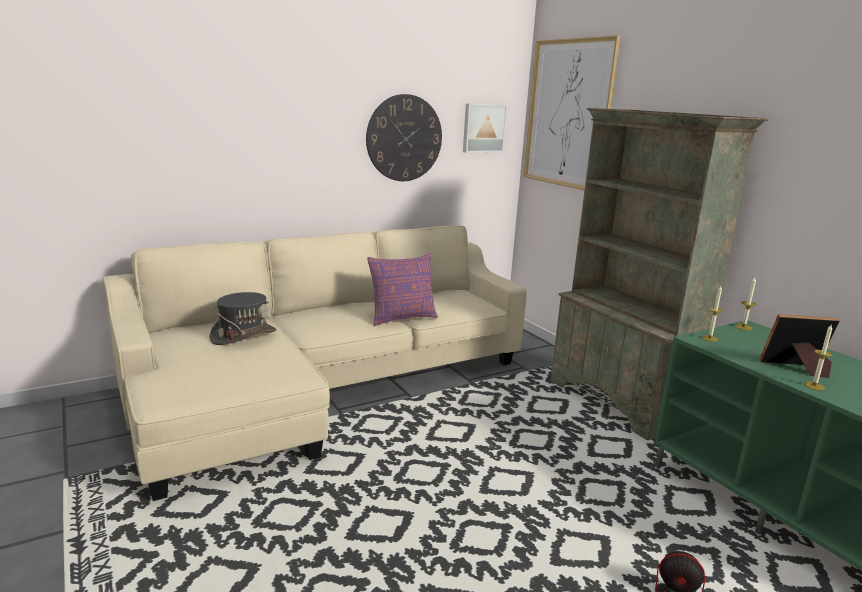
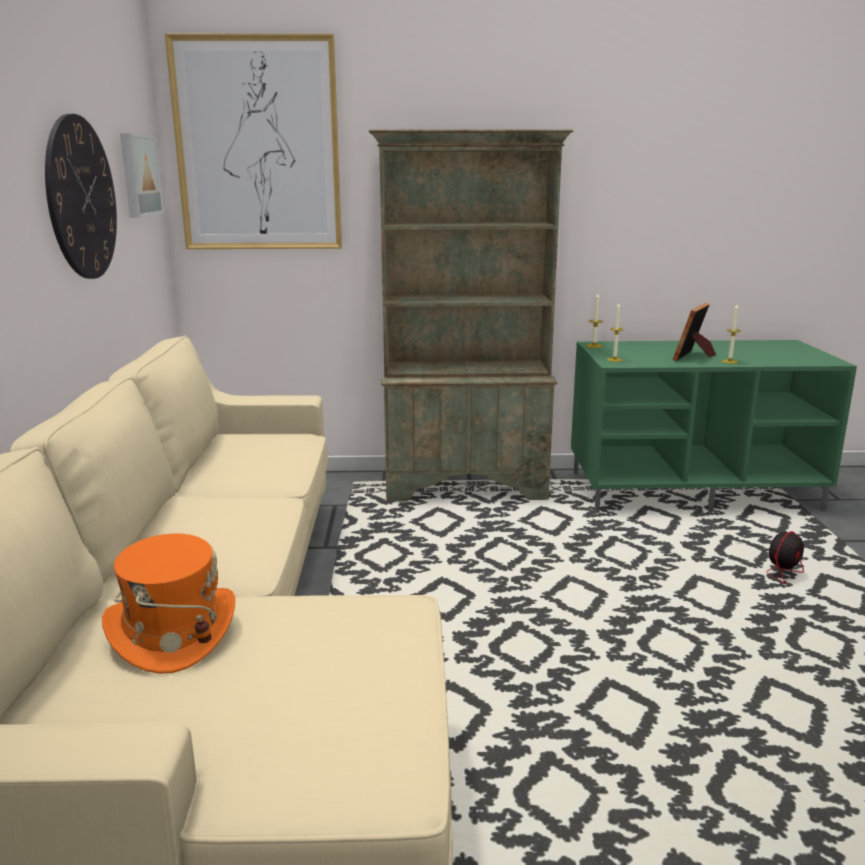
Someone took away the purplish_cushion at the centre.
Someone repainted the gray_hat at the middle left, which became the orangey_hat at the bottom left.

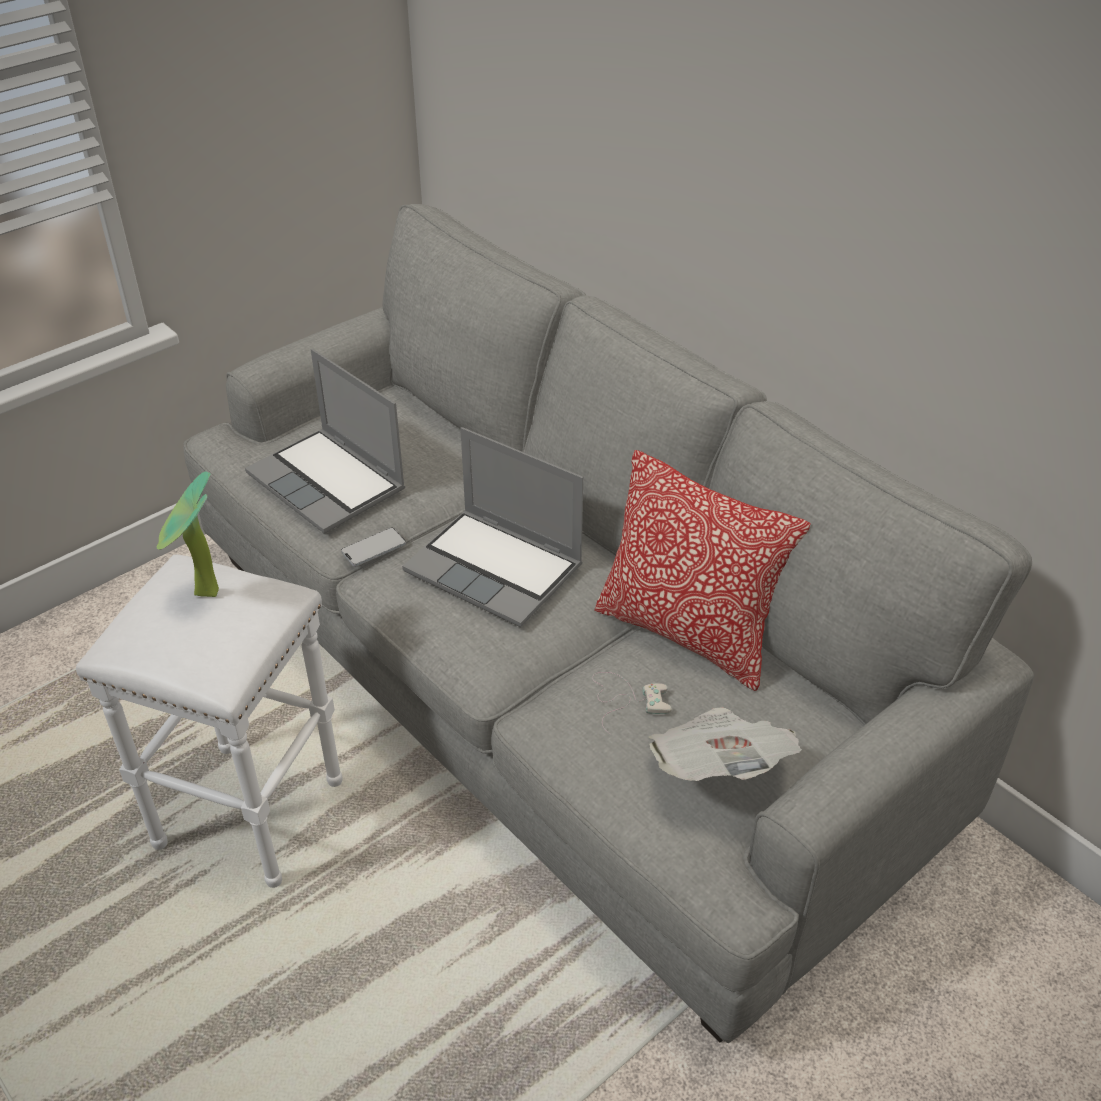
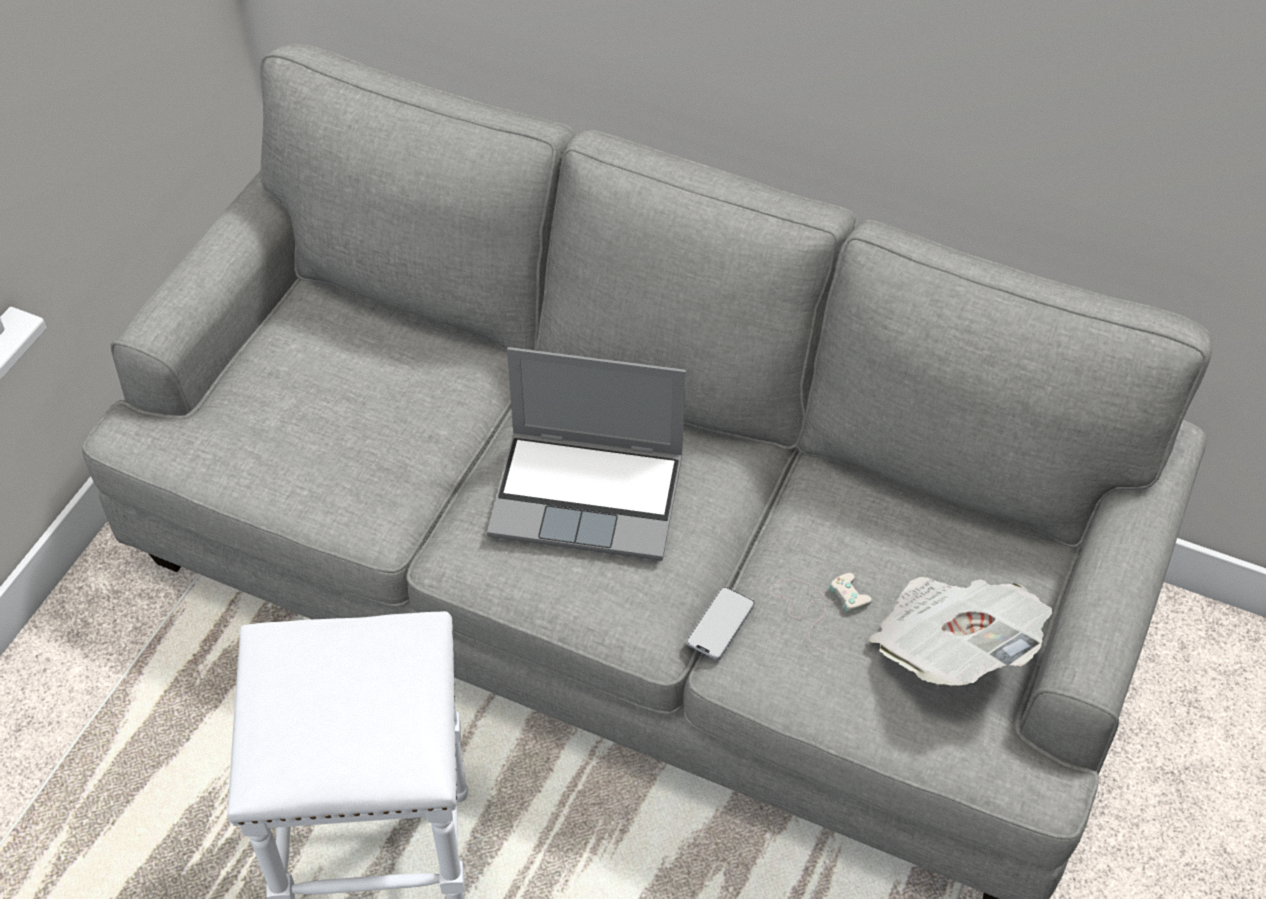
Someone took away the laptop (no. 1 from left) at the middle left.
Someone took away the cushion at the centre.
Someone took away the potted_plant at the middle left.
Someone carried the handset from the centre to the bottom centre.

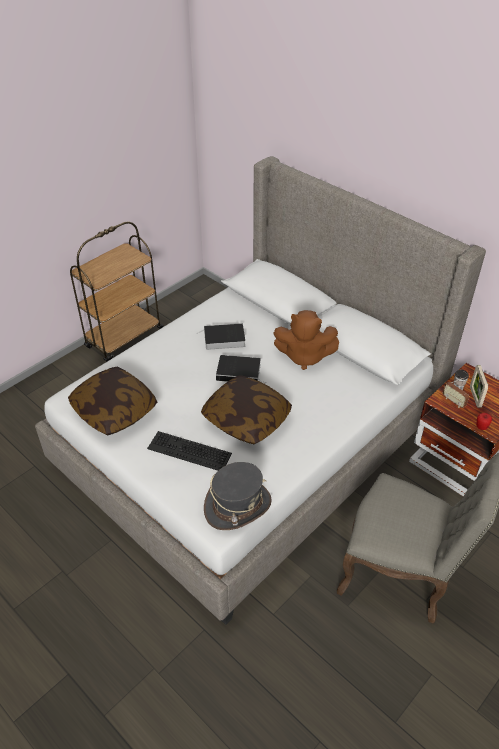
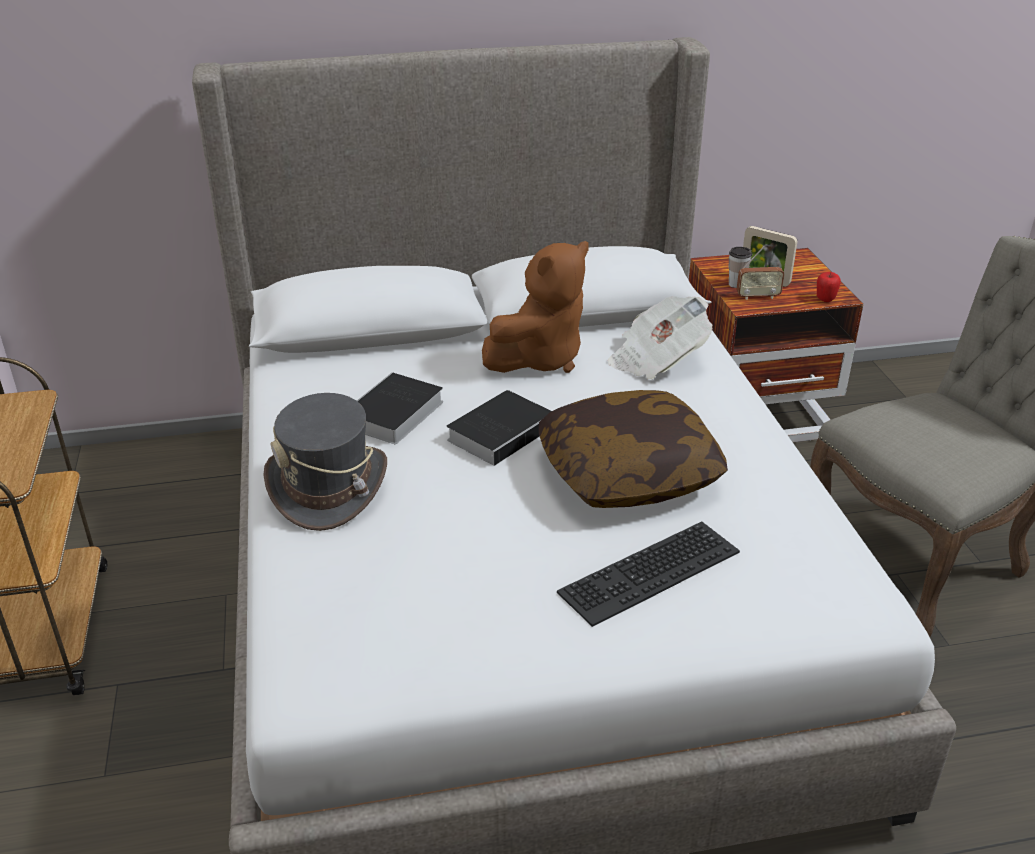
Someone took away the cushion (no. 1 from left) at the middle left.
Someone carried the gray_hat from the centre to the middle left.
Someone put down the printed_paper at the centre.

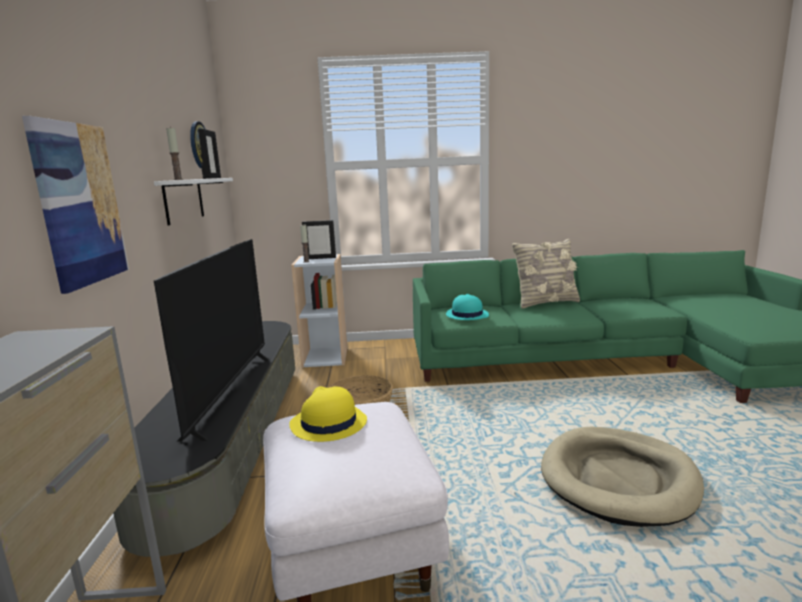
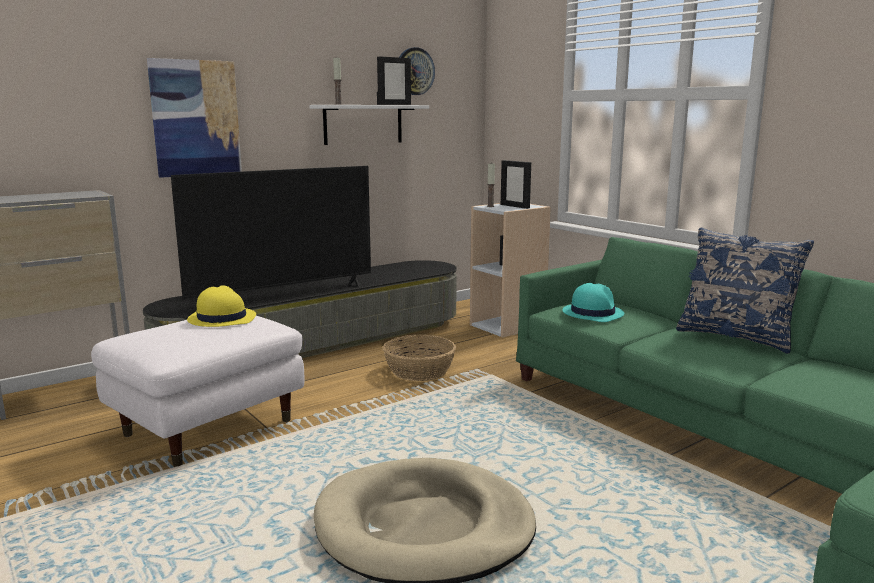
Someone repainted the beige_cushion at the middle right, which became the blue-coloured_cushion at the middle right.

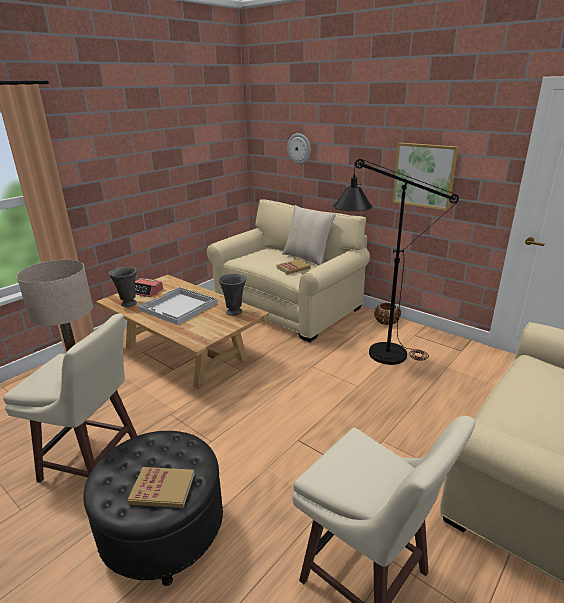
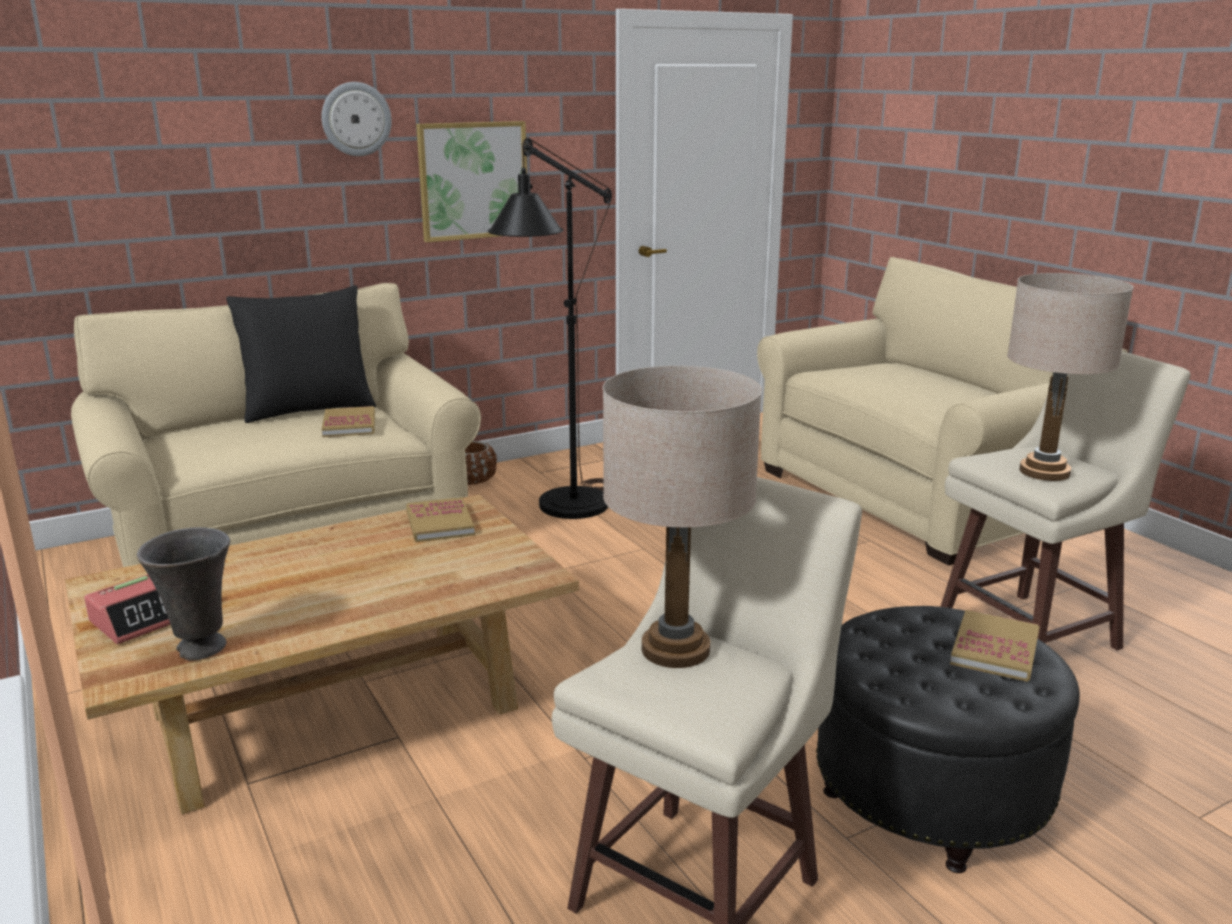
Someone carried the clock_on_the_wall from the top centre to the top left.
Someone repainted the beige_cushion at the centre, which became the black-coloured_cushion at the middle left.
Someone swapped the gray_vase (no. 2 from left) at the centre for the book (no. 2 from left) at the centre.
Someone took away the white-coloured_carrying_tray at the middle left.
Someone put down the beige_lamp_for_a_table (no. 2 from left) at the middle right.

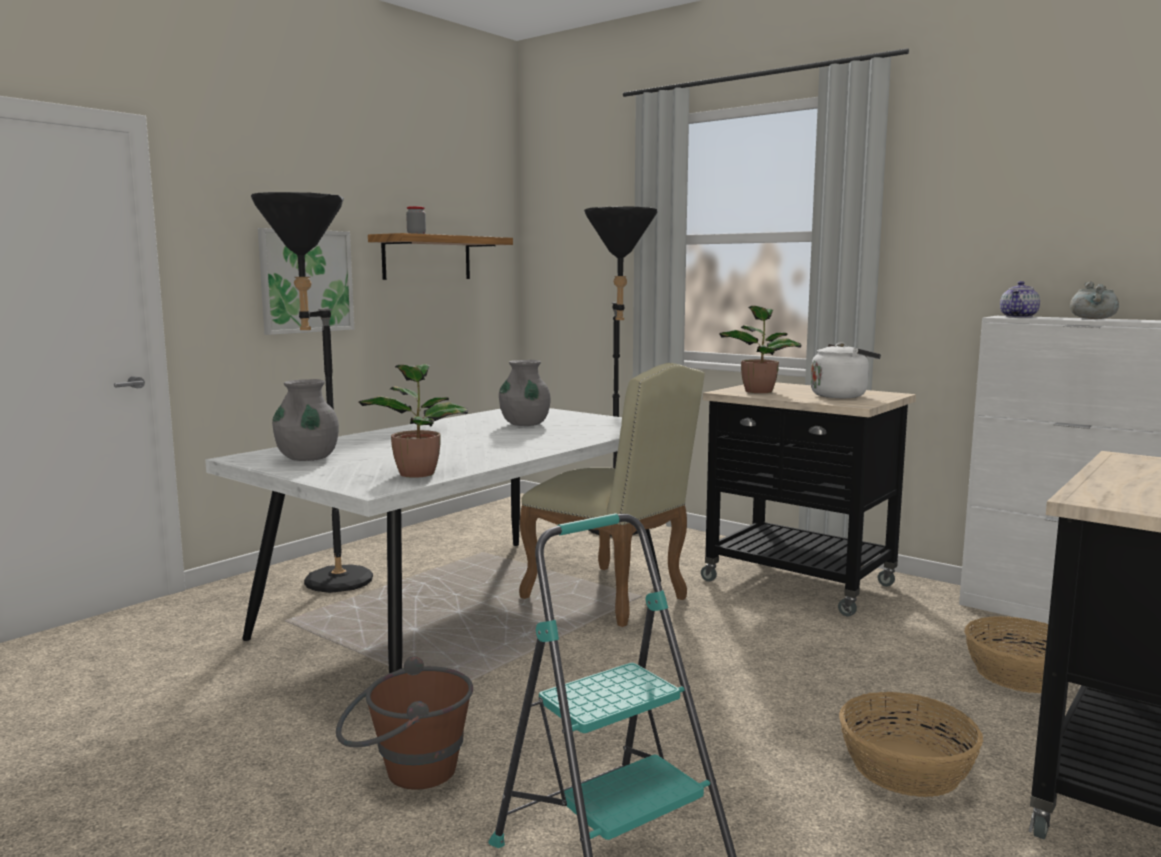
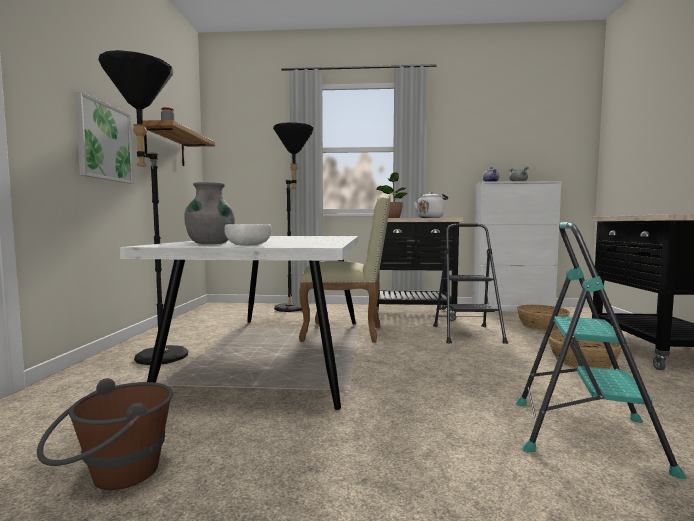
Someone took away the gray_vase (no. 2 from left) at the centre.
Someone took away the potted_plant (no. 1 from left) at the centre.
Someone carried the brown_water_bucket from the bottom centre to the bottom left.
Someone put down the black-coloured_stepladder at the middle right.
Someone put down the white-coloured_serving_bowl at the centre.

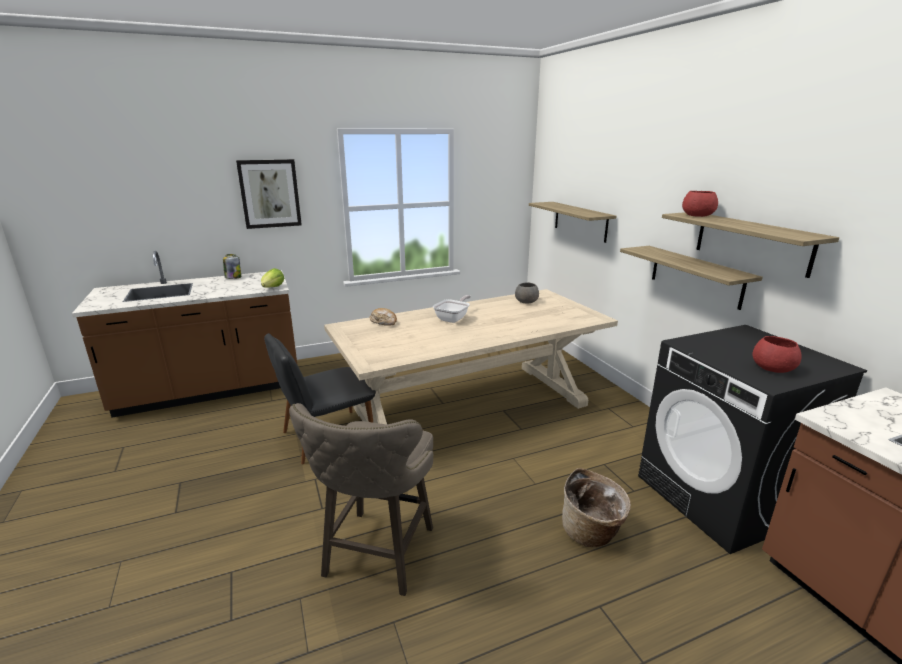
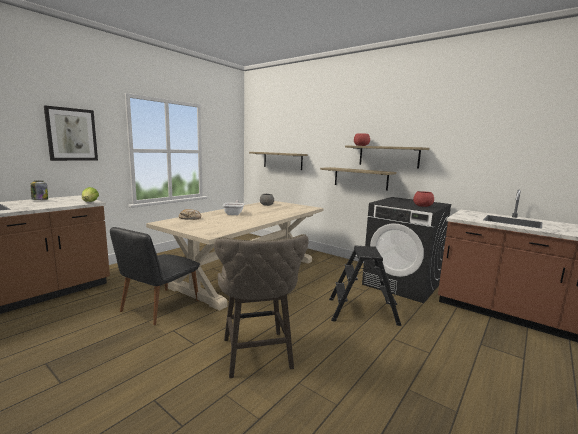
Someone swapped the storage_basket at the bottom centre for the black-coloured_stepladder at the centre.

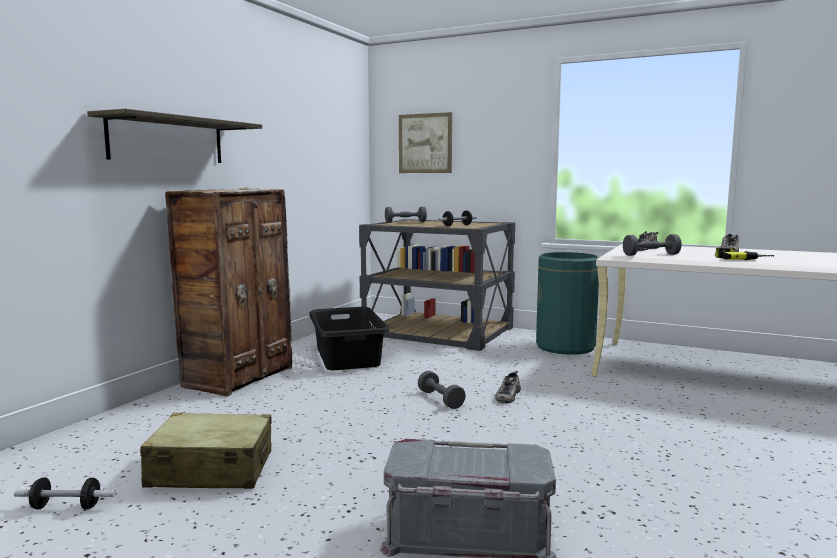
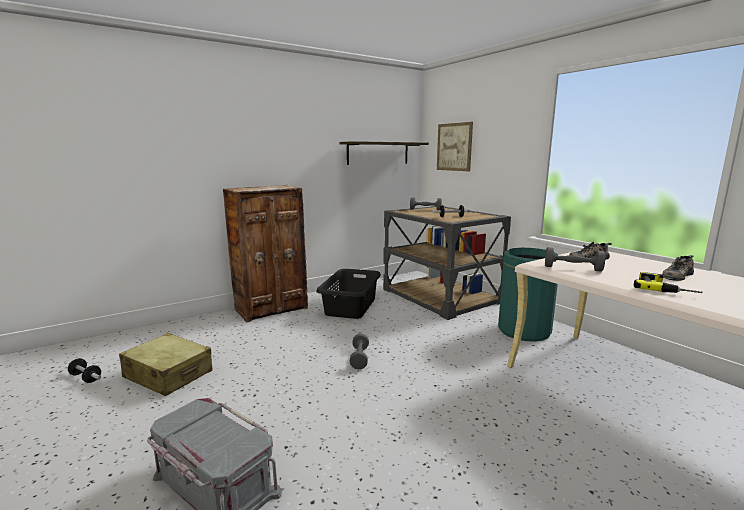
Someone carried the shelf from the top left to the top centre.
Someone took away the shoe (no. 1 from left) at the bottom centre.

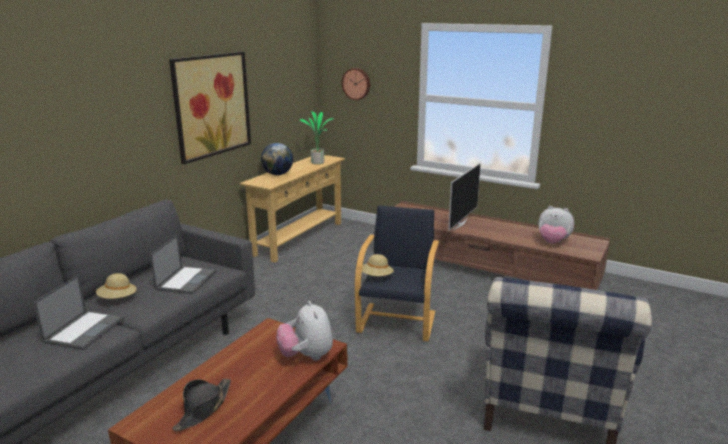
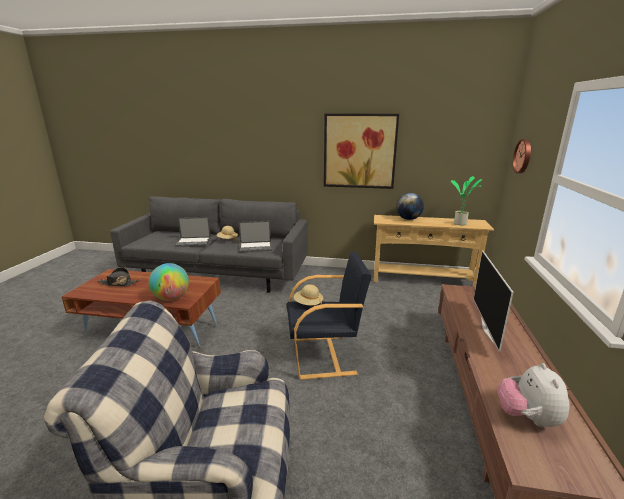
Someone rotated the TV_set at the centre by 90 degrees clockwise.
Someone swapped the plush_toy (no. 1 from left) at the bottom centre for the globe (no. 1 from left) at the middle left.

